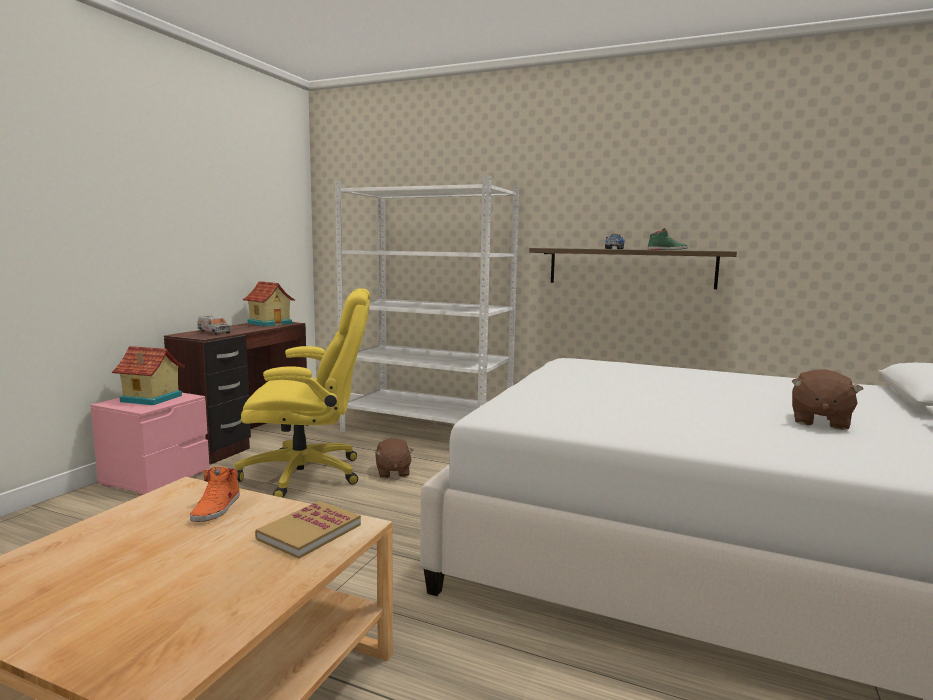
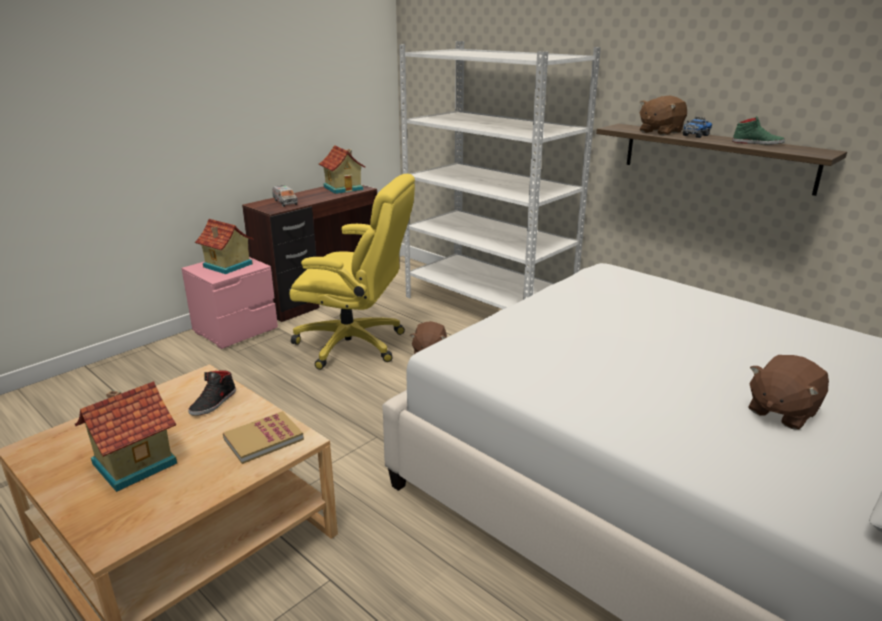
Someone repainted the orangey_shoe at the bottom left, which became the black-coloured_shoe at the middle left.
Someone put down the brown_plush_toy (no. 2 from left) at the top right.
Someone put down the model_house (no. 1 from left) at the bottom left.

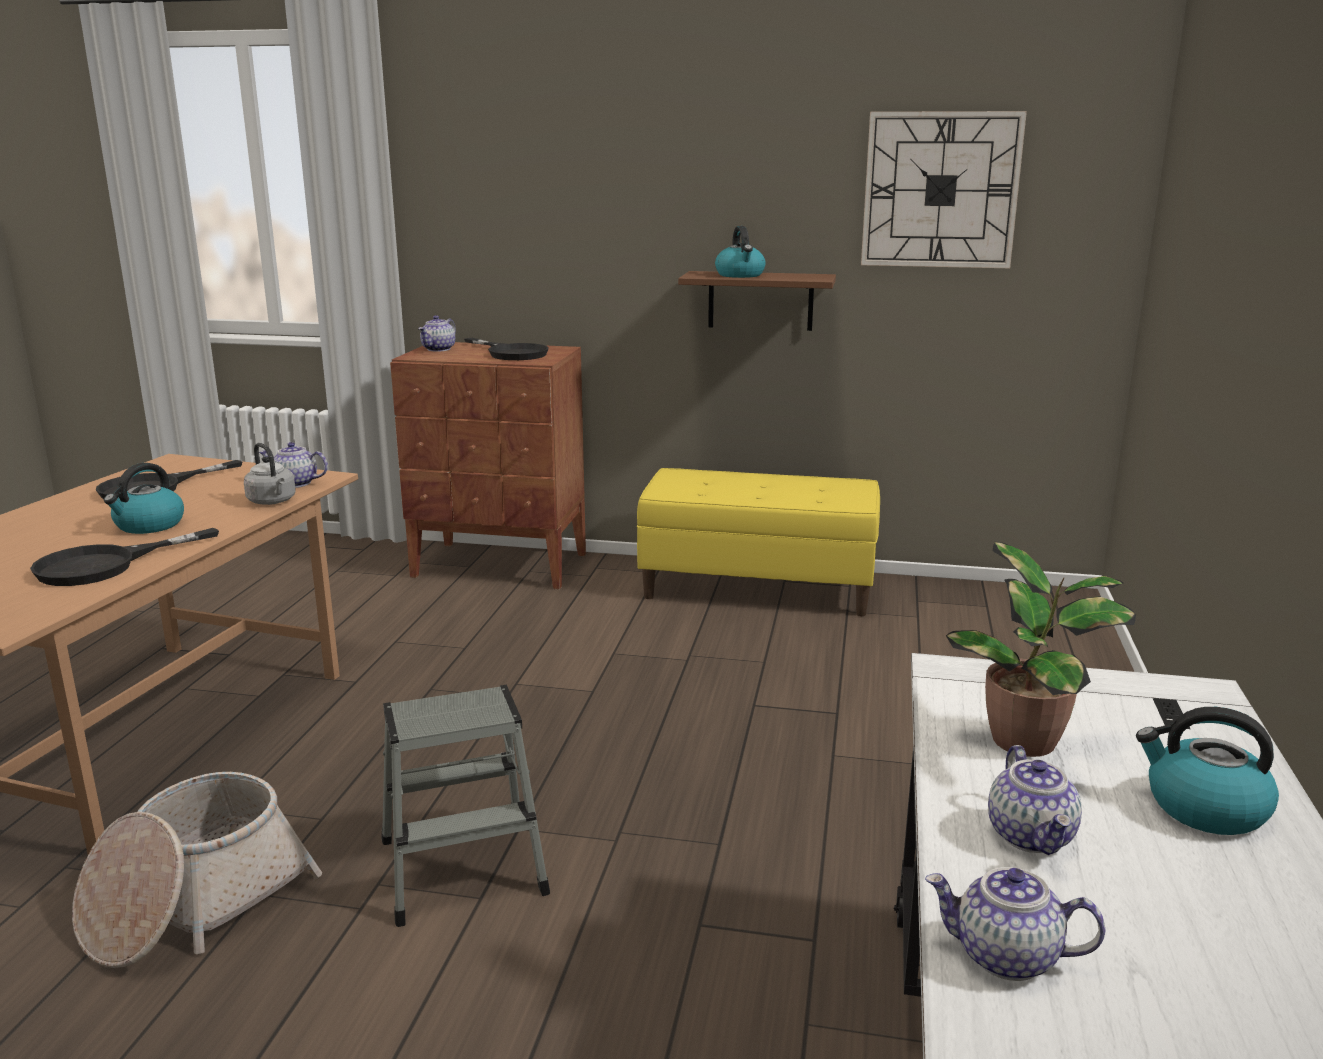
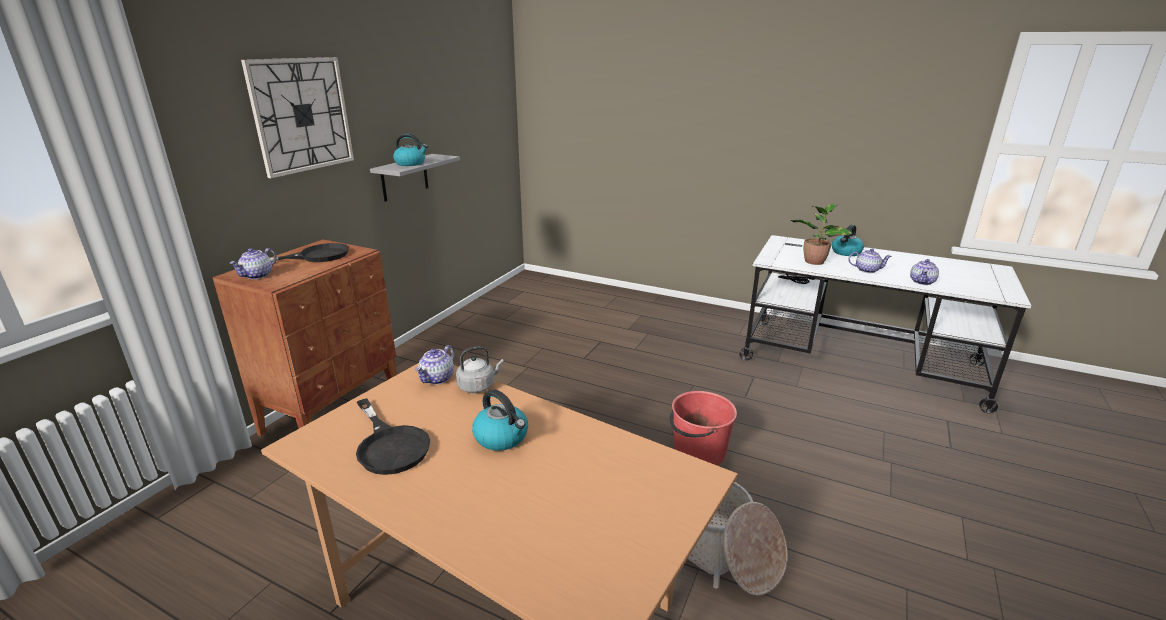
Someone carried the clock_on_the_wall from the top right to the top left.
Someone repainted the brown_shelf at the top centre, which became the gray_shelf at the top centre.
Someone rotated the tea_pot (no. 2 from left in the first image) at the top left by 75 degrees clockwise.
Someone took away the yellow-coloured_indoor_bench at the centre.
Someone took away the black-coloured_skillet (no. 1 from left) at the middle left.
Someone swapped the gray_stepladder at the bottom centre for the red_water_bucket at the bottom centre.

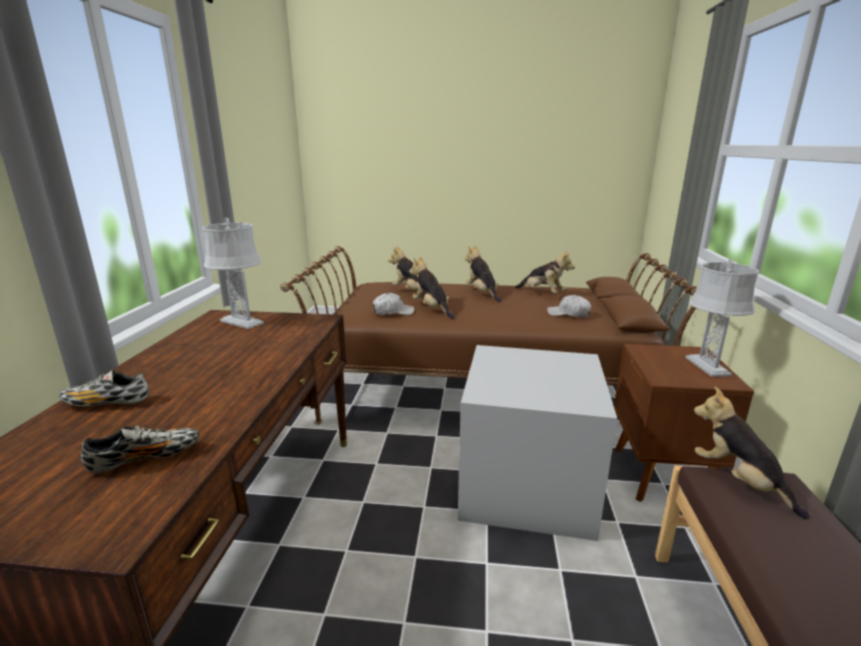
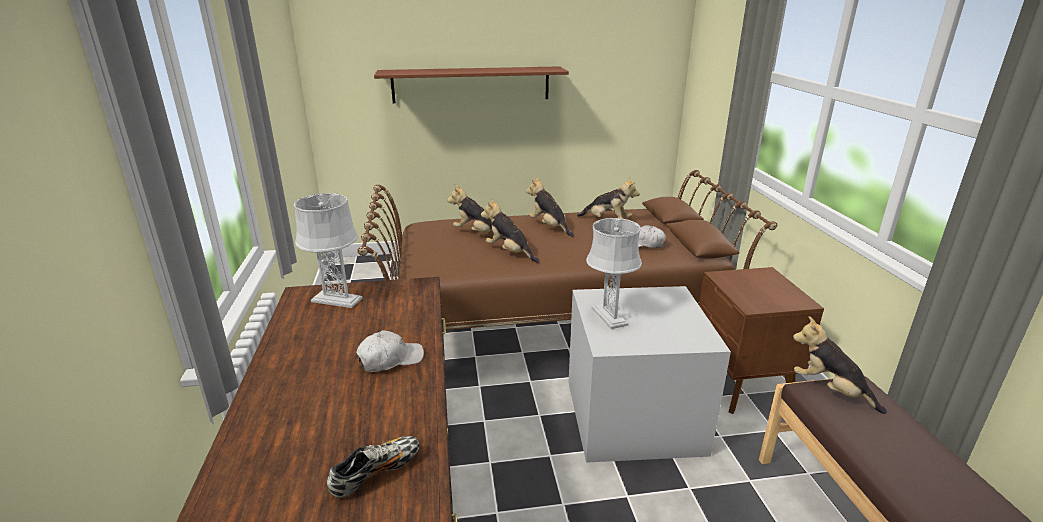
Someone carried the gray_lamp_for_a_table (no. 2 from left) from the middle right to the centre.
Someone carried the white-coloured_peaked_cap (no. 1 from left) from the centre to the bottom centre.
Someone took away the shoe (no. 1 from left) at the middle left.
Someone put up the brown_shelf at the top centre.

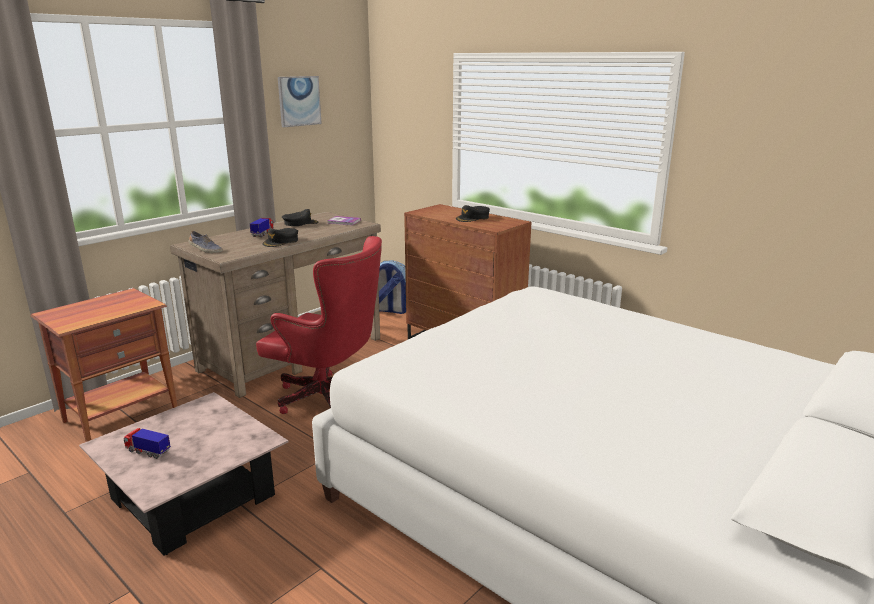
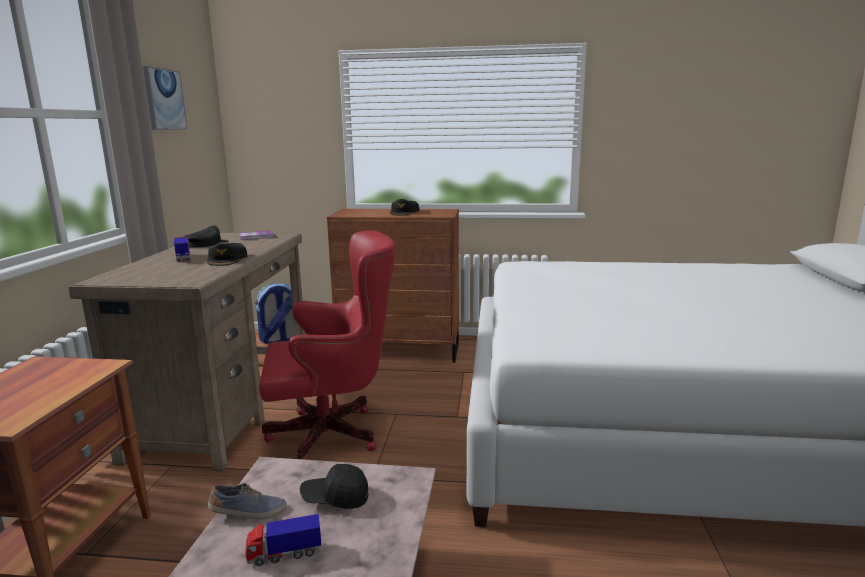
Someone carried the shoe from the middle left to the bottom left.
Someone put down the black-coloured_peaked_cap (no. 3 from left) at the bottom centre.

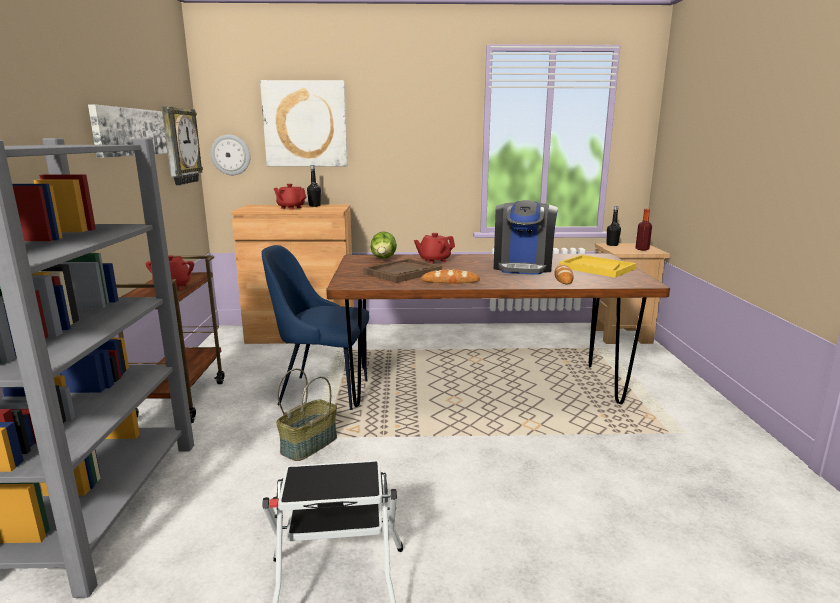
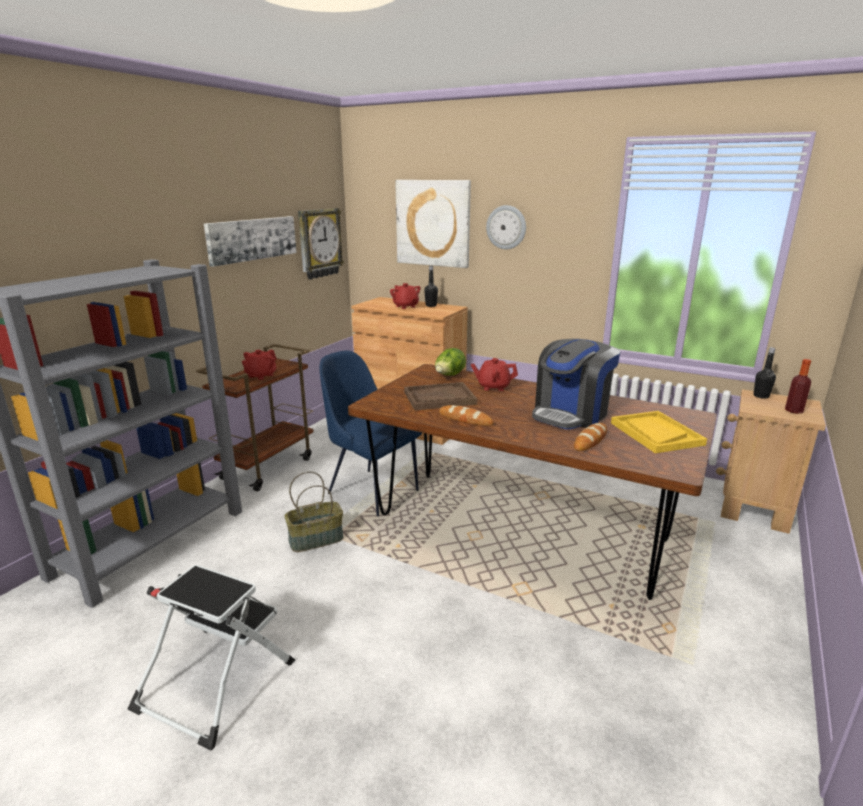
Someone carried the clock_on_the_wall (no. 2 from left) from the top left to the top centre.

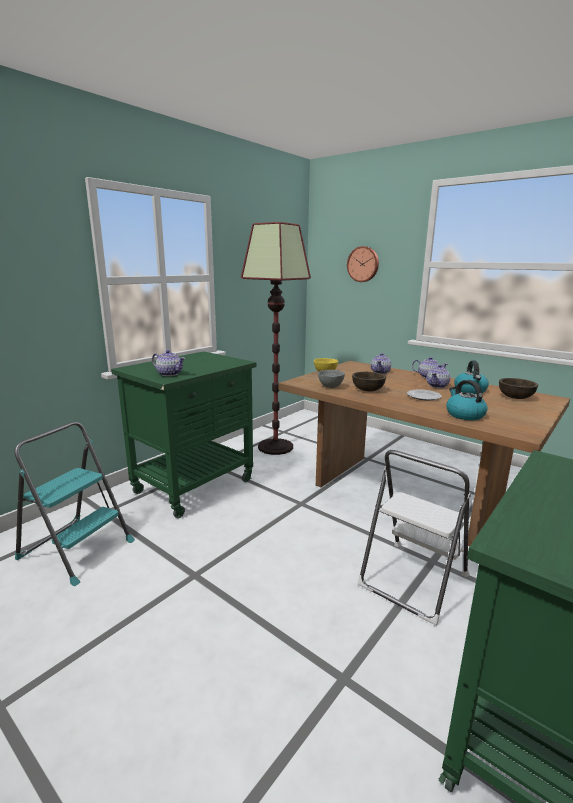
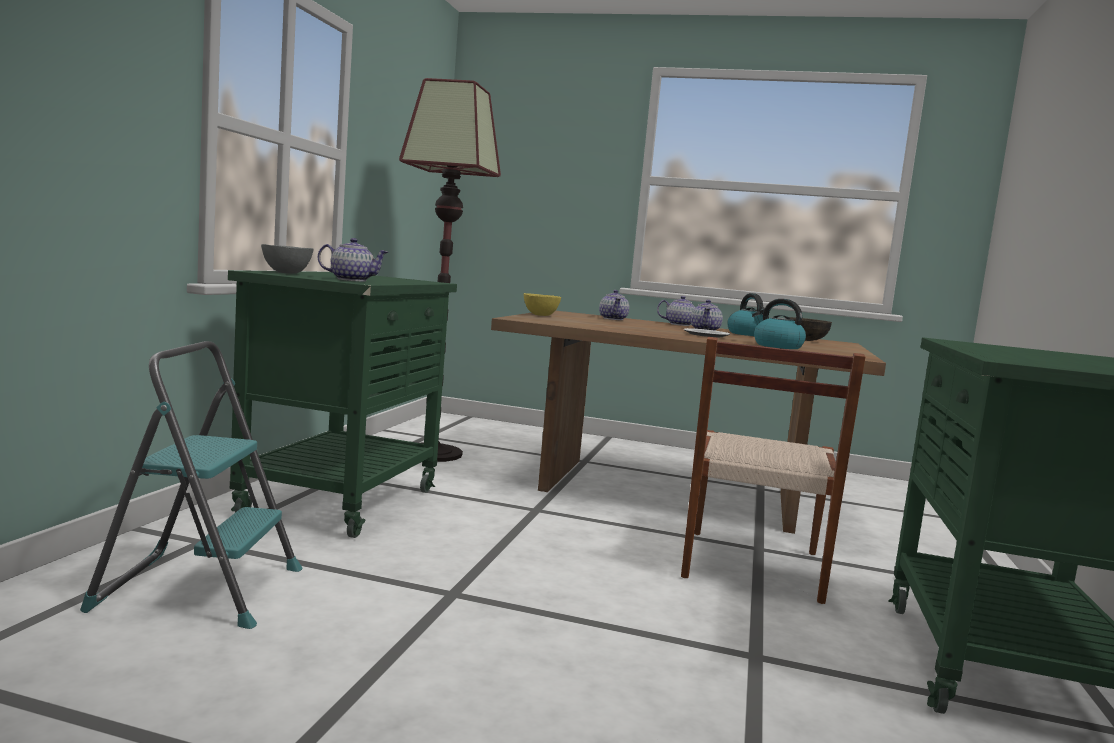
Someone took away the clock_on_the_wall at the top centre.
Someone carried the gray_serving_bowl from the centre to the middle left.
Someone took away the brown_serving_bowl (no. 1 from left) at the centre.
Someone swapped the white-coloured_stepladder at the bottom right for the plain_chair at the middle right.

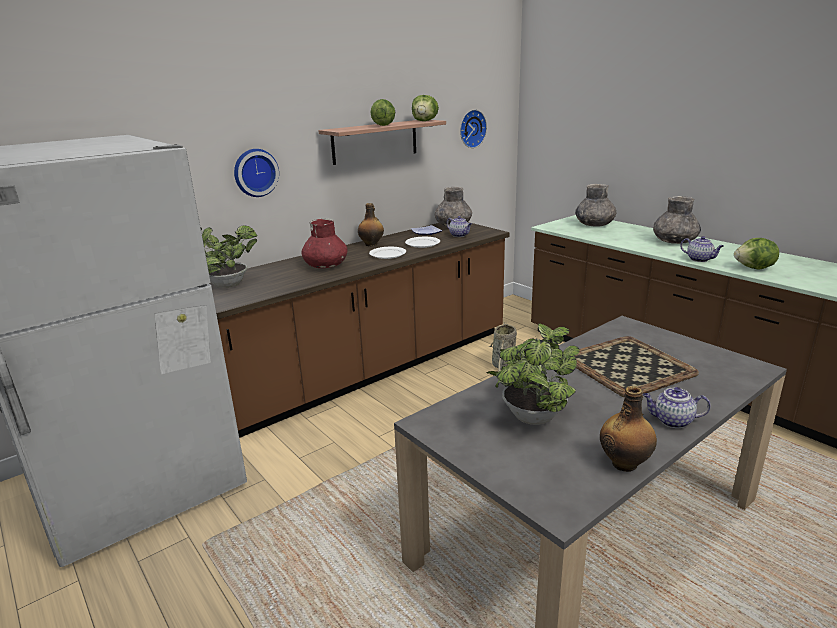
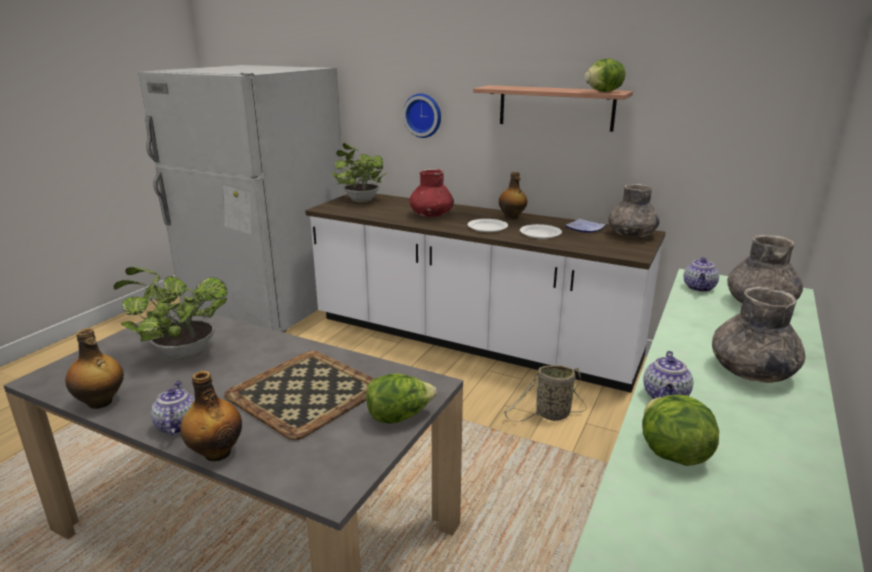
Someone carried the lettuce (no. 1 from left) from the top centre to the bottom centre.
Someone took away the clock_on_the_wall (no. 2 from left) at the top centre.
Someone carried the tea_pot (no. 1 from left in the first image) from the centre to the middle right.
Someone repainted the brown_kitchen_counter (no. 1 from left) at the centre, which became the white-coloured_kitchen_counter at the centre.
Someone put down the bottle (no. 2 from left) at the bottom left.

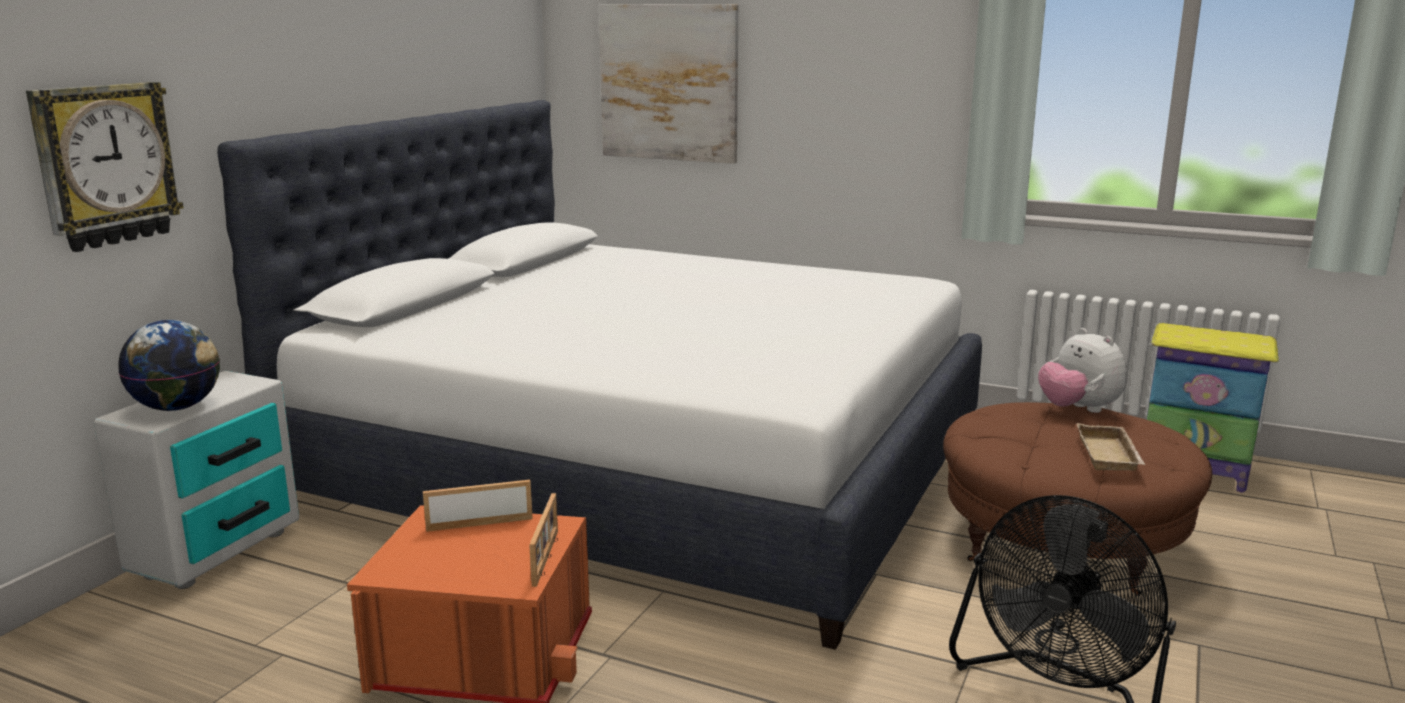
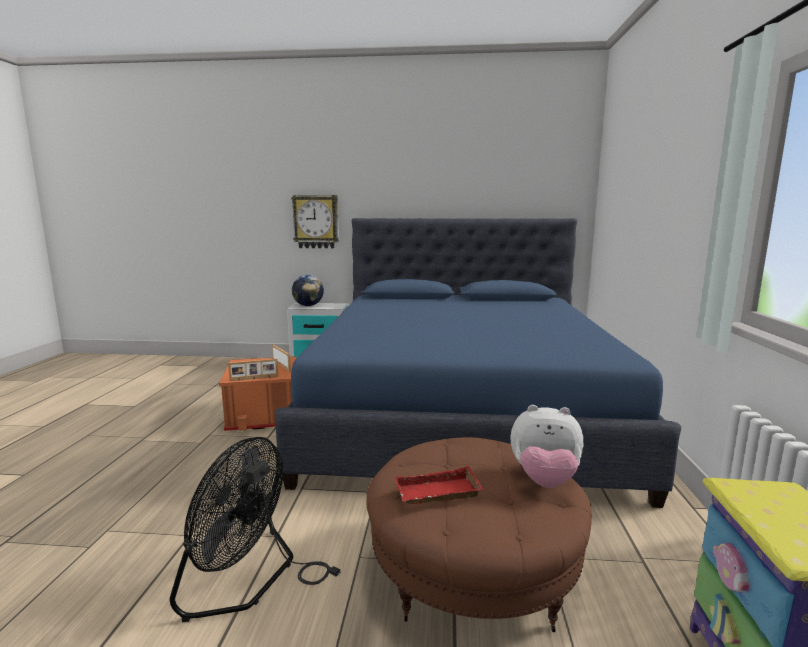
Someone took away the wall_art at the top centre.
Someone repainted the white-coloured_bed at the centre, which became the blue-coloured_bed at the centre.
Someone rotated the plush_toy at the middle right by 120 degrees counterclockwise.
Someone repainted the beige_carrying_tray at the middle right, which became the red_carrying_tray at the bottom centre.

